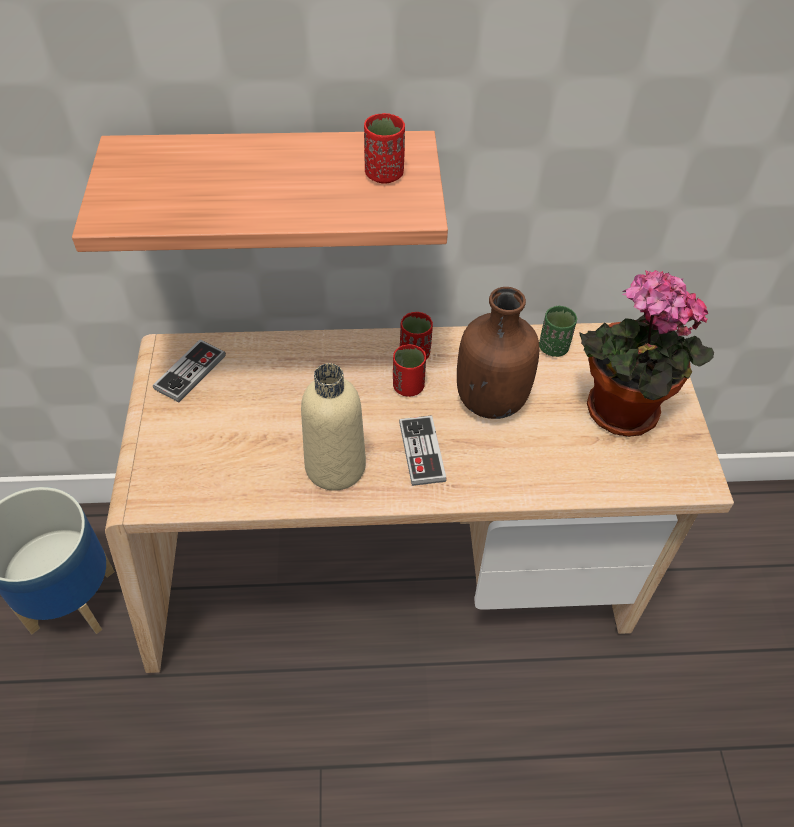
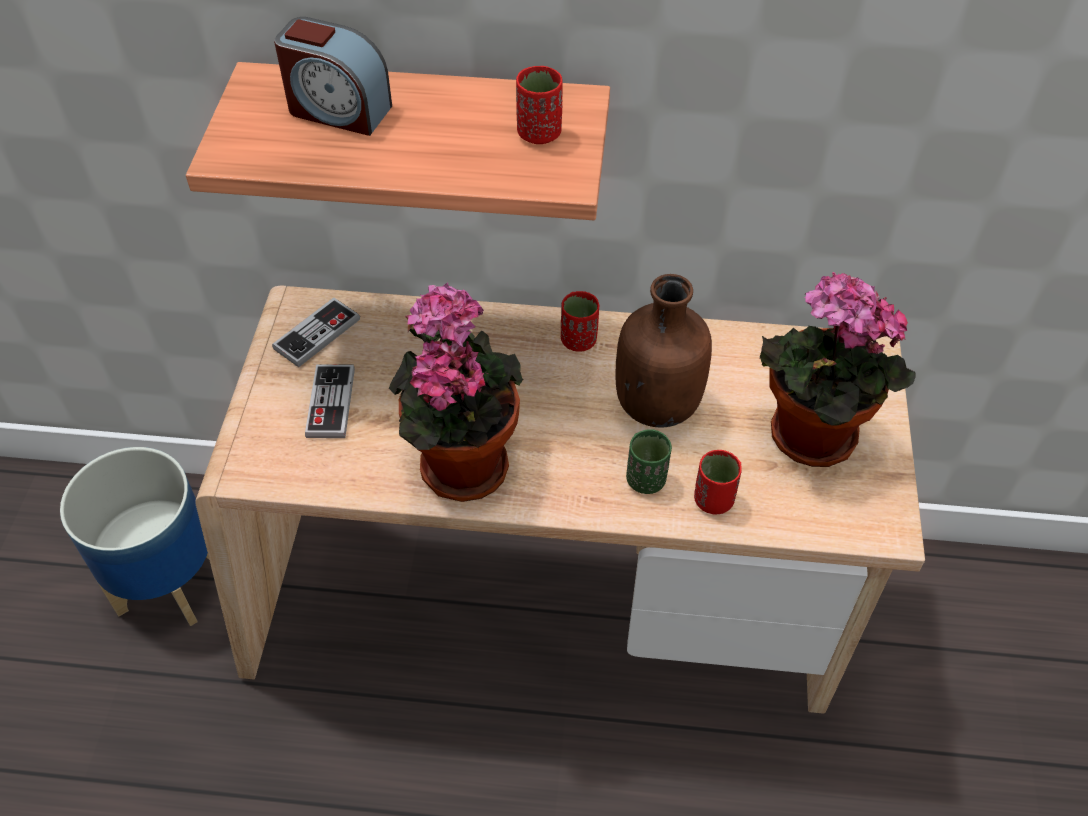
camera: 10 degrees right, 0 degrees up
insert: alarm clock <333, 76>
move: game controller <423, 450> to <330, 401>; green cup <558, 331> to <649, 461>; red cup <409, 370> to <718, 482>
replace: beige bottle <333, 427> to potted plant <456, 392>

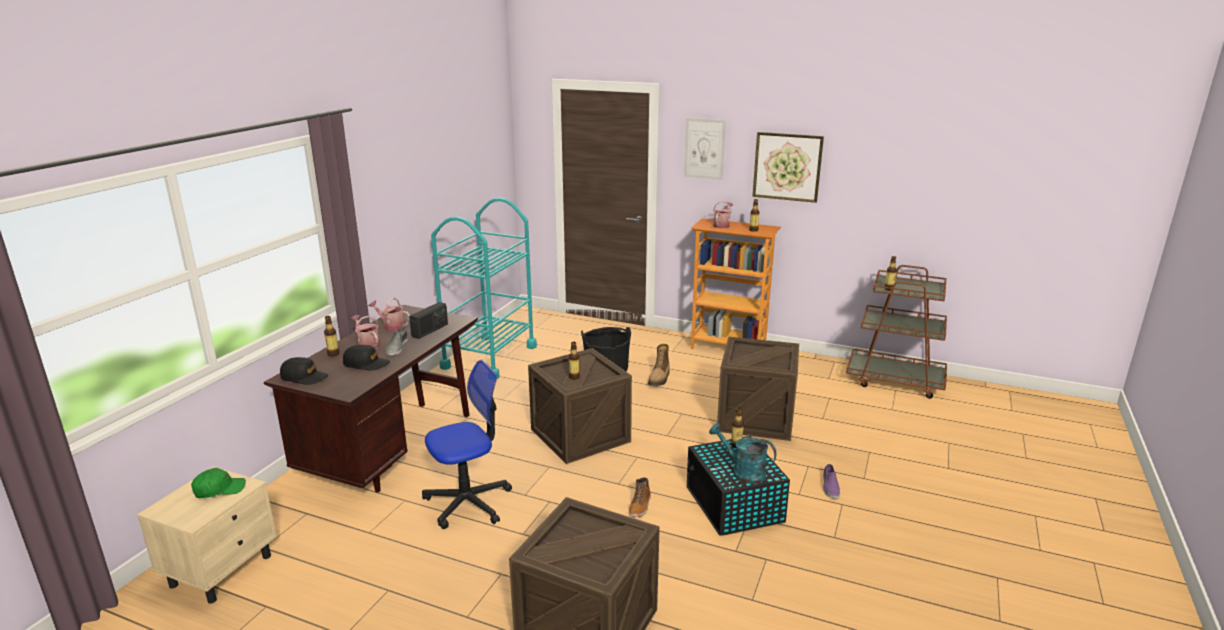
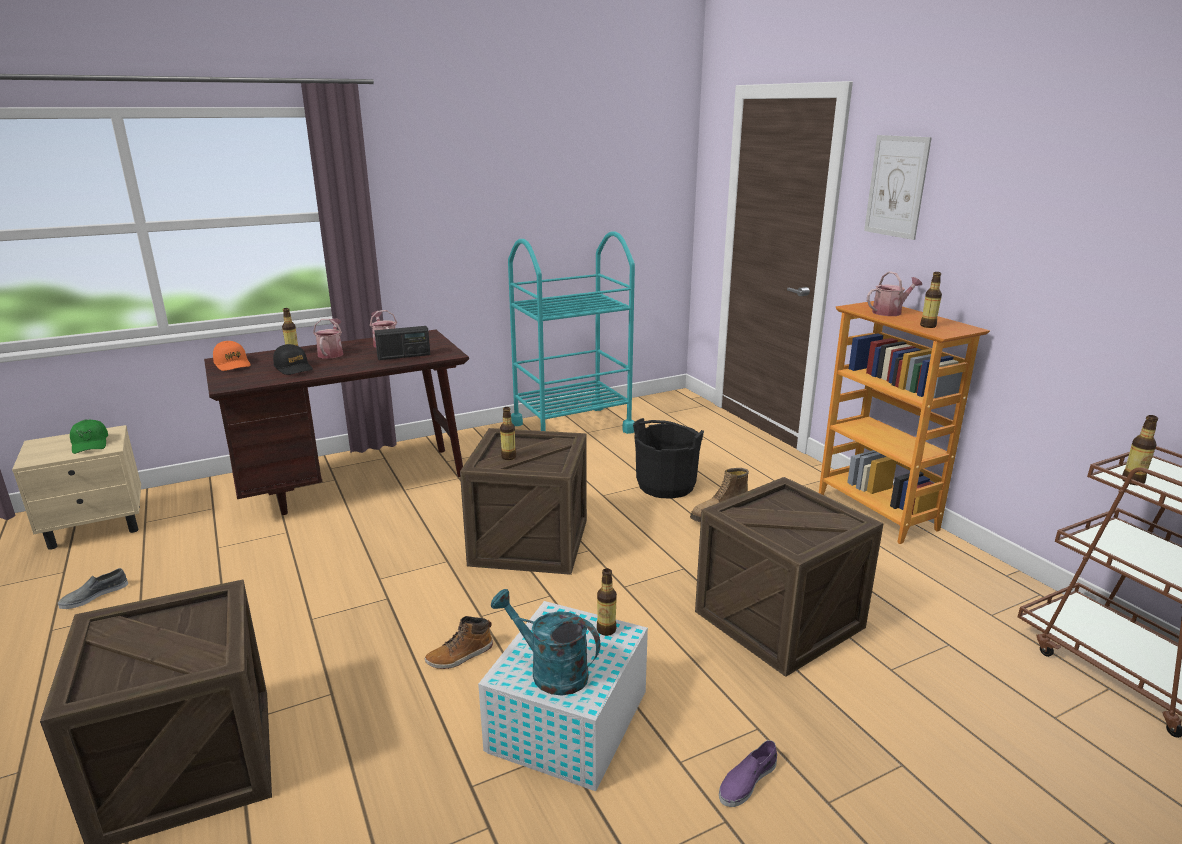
camera: 40 degrees right, 0 degrees up
delete: office chair <467, 444>; picture <788, 167>
move: grey shoe <397, 341> to <93, 588>
recolor: black cap <304, 371> to orange cap <231, 356>; black storage box <738, 486> to white storage box <563, 696>
rotate: green cap <218, 483> = <89, 437> 45 degrees clockwise; turquoise watering can <742, 453> = <545, 642> 45 degrees counterclockwise

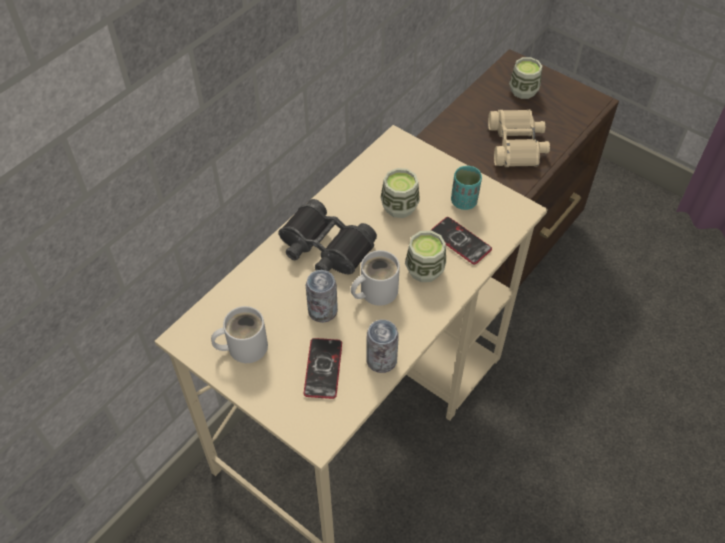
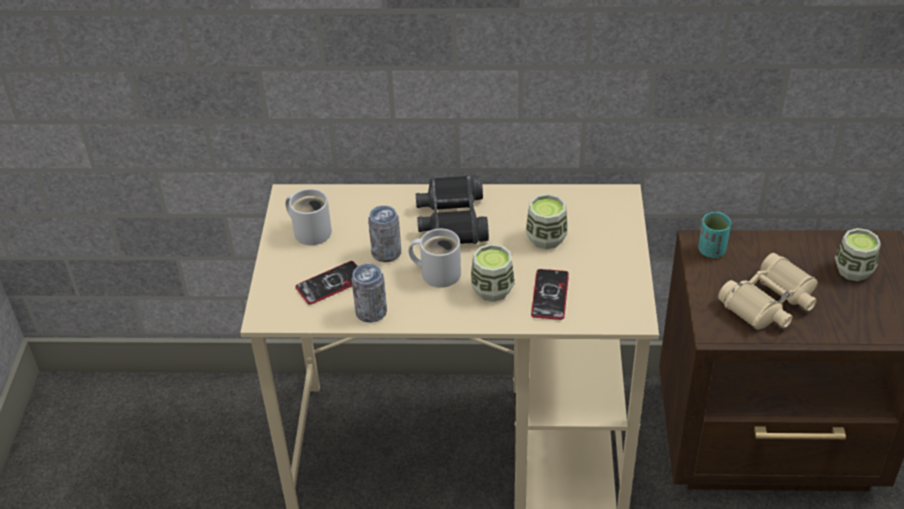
camera: 55 degrees right, 10 degrees down
move: turquoise cup <466, 188> to <714, 235>

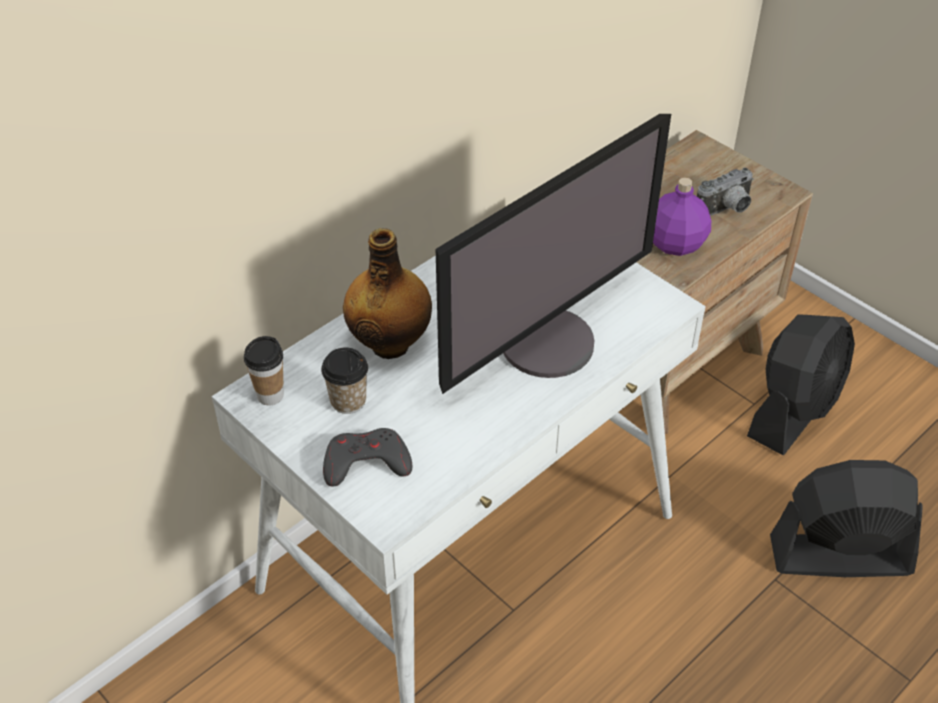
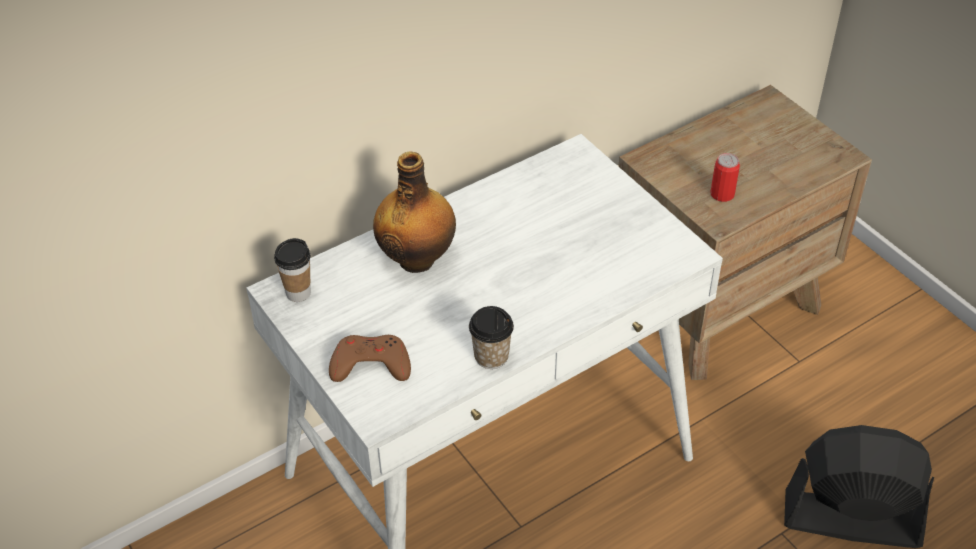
camera: 10 degrees right, 0 degrees up
delete: monitor <553, 254>; photo camera <725, 192>; black fan <801, 384>
move: cup <344, 381> to <491, 337>
replace: purple bottle <682, 217> to can <725, 177>
recolor: grey game controller <367, 457> to brown game controller <370, 358>

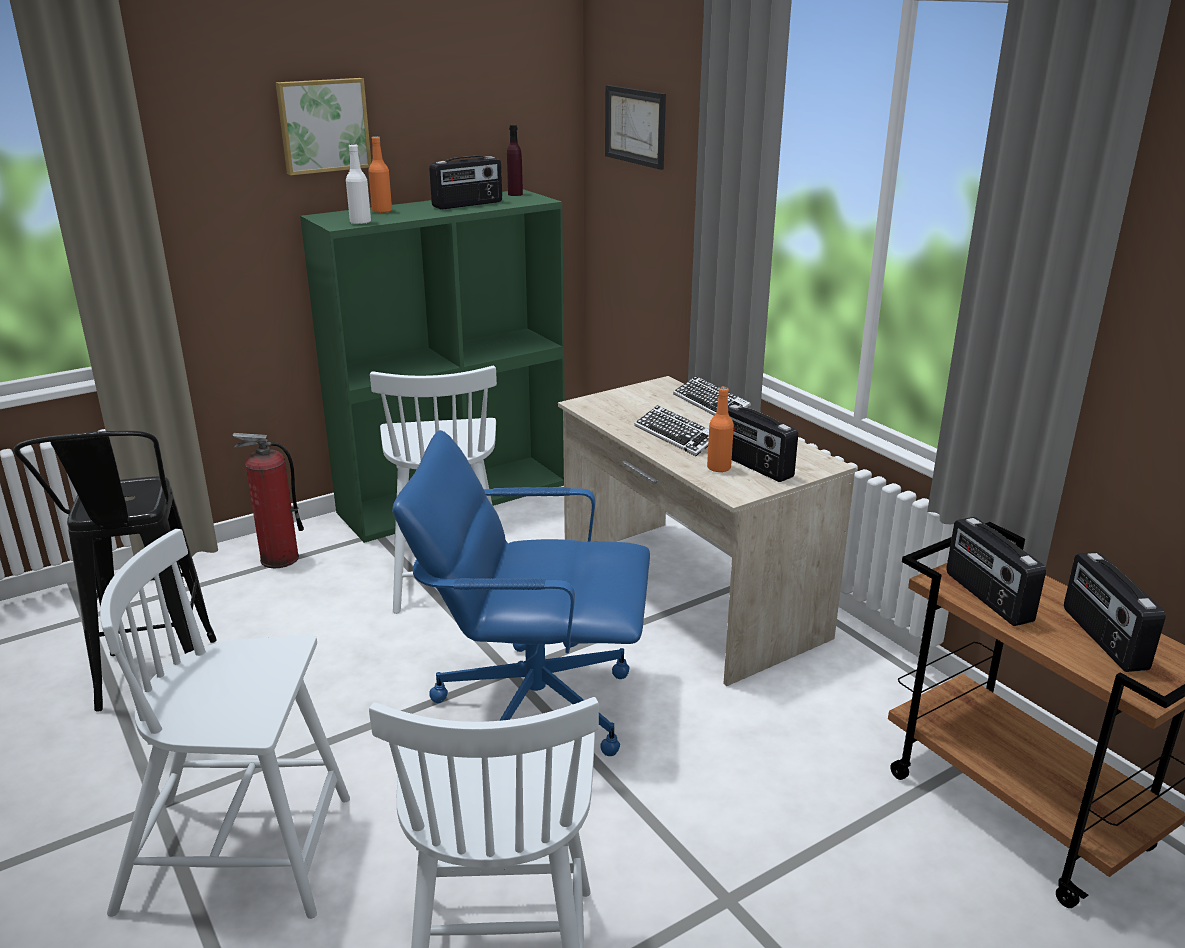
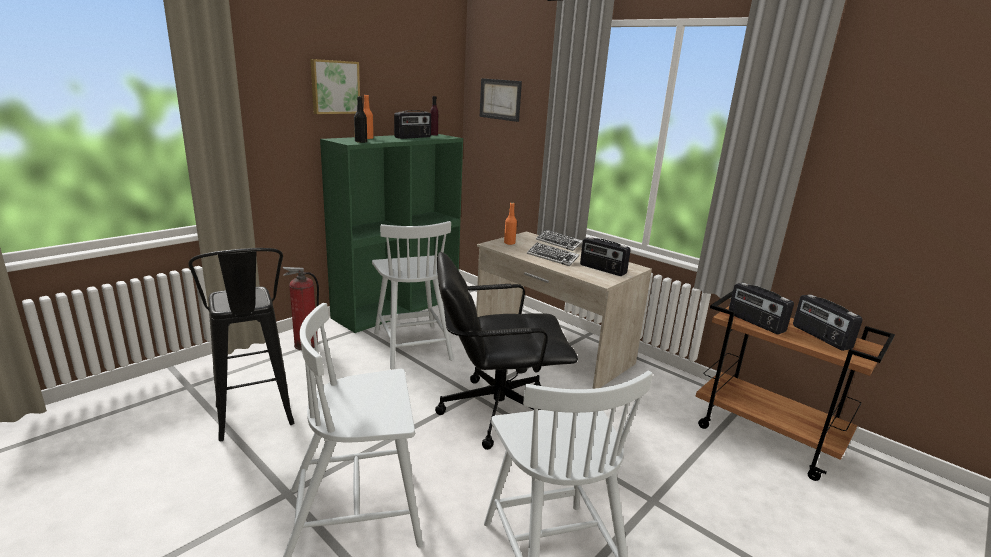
camera: 15 degrees left, 5 degrees down
move: orange bottle <720, 429> to <510, 224>
recolor: white bottle <358, 184> to black bottle <360, 119>; blue office chair <521, 593> to black office chair <506, 351>

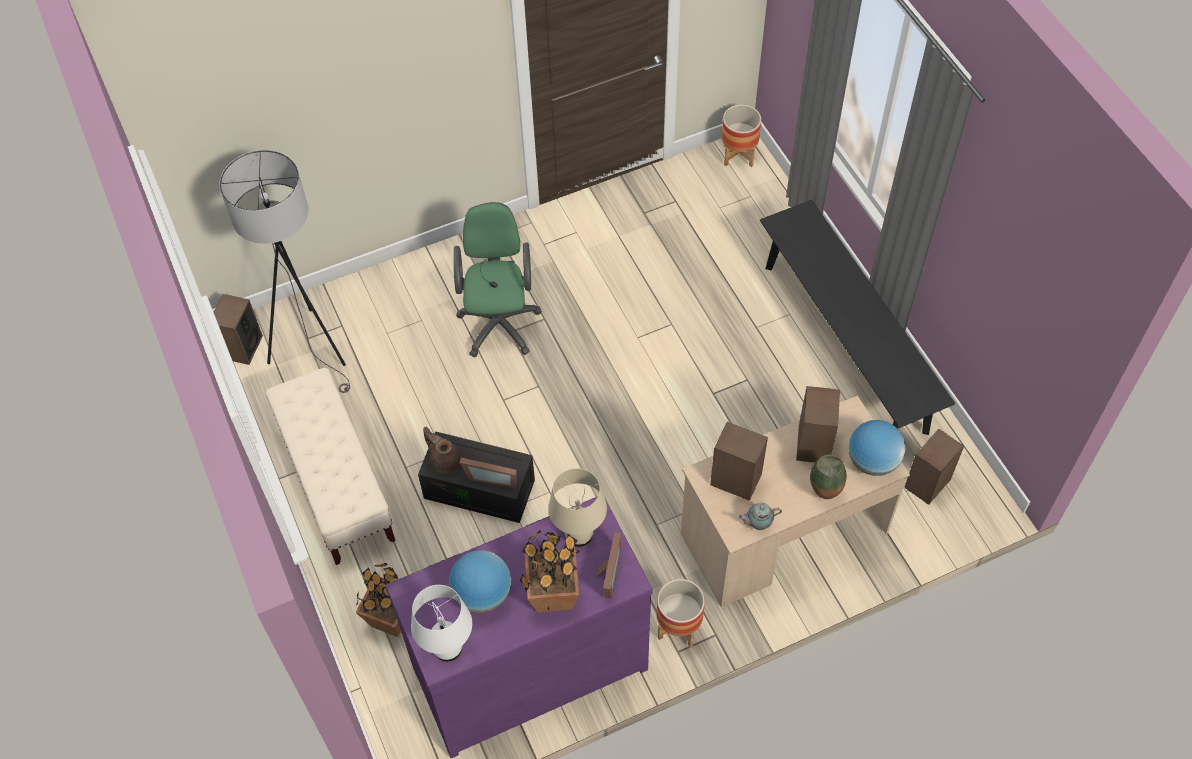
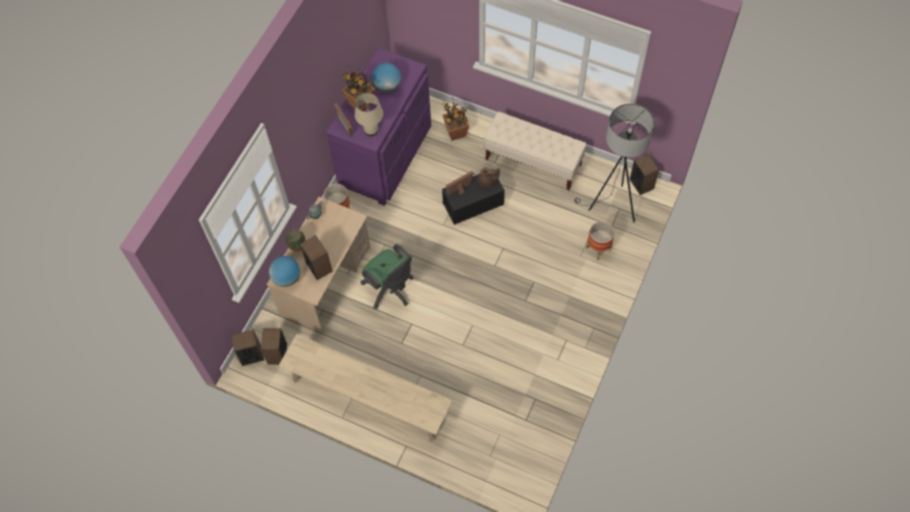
camera: 140 degrees right, 5 degrees up
delete: white table lamp <441, 623>
move: speaker <739, 461> to <247, 347>; green office chair <498, 279> to <387, 276>; planter <741, 136> to <600, 240>
recolor: black bench <857, 317> to beige bench <365, 388>

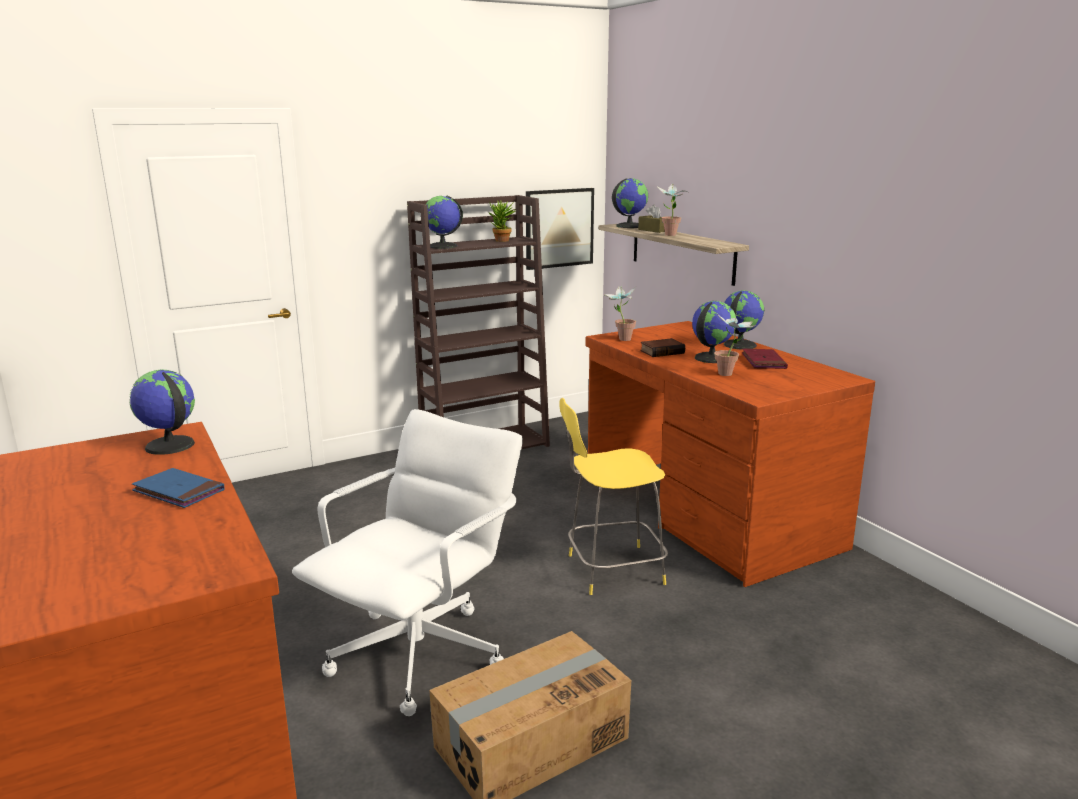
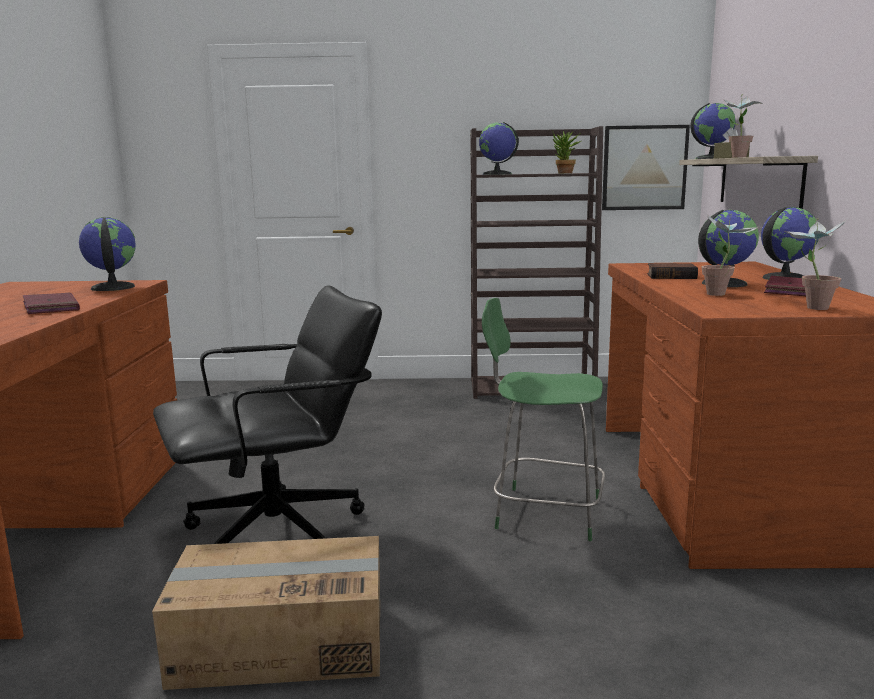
camera: 30 degrees right, 5 degrees down
move: potted plant <619, 313> to <815, 264>
recolor: blue book <178, 488> to red book <51, 303>; white office chair <407, 562> to black office chair <267, 414>; yellow stool <613, 496> to green stool <543, 419>

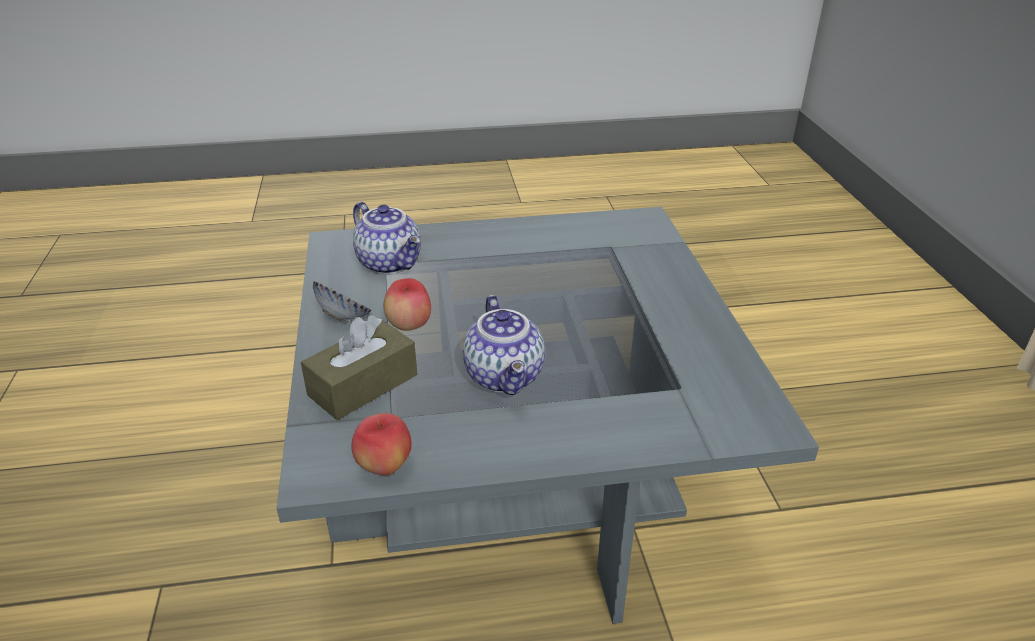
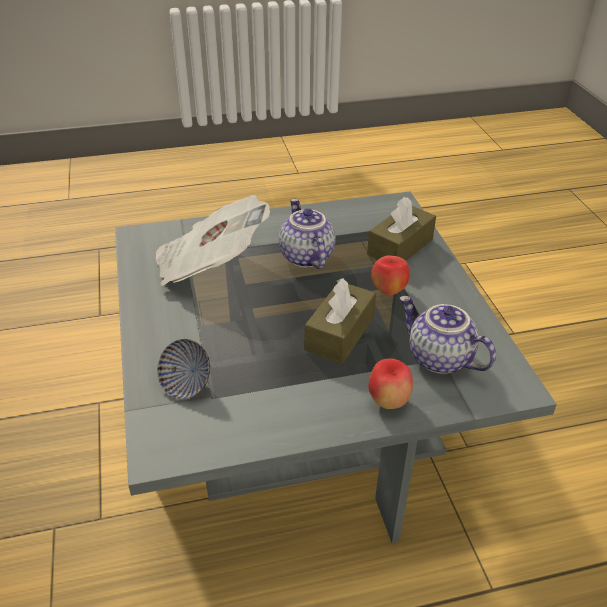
camera: 175 degrees right, 5 degrees up
insert: newspaper <212, 240>; brown tissue box <340, 321>
move: bowl <342, 302> to <183, 369>; apple <381, 444> to <390, 384>

